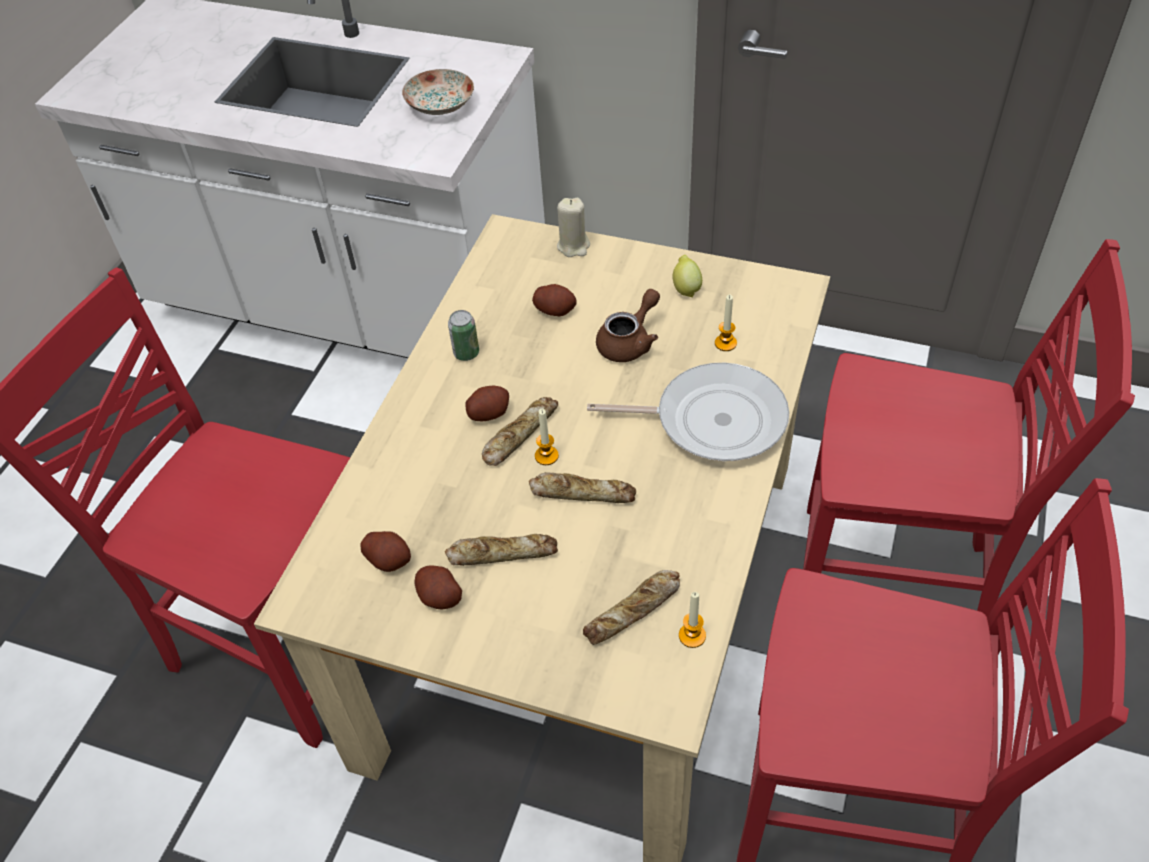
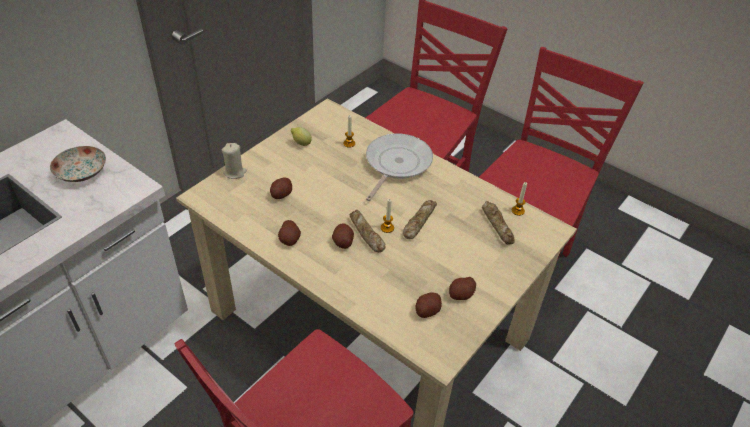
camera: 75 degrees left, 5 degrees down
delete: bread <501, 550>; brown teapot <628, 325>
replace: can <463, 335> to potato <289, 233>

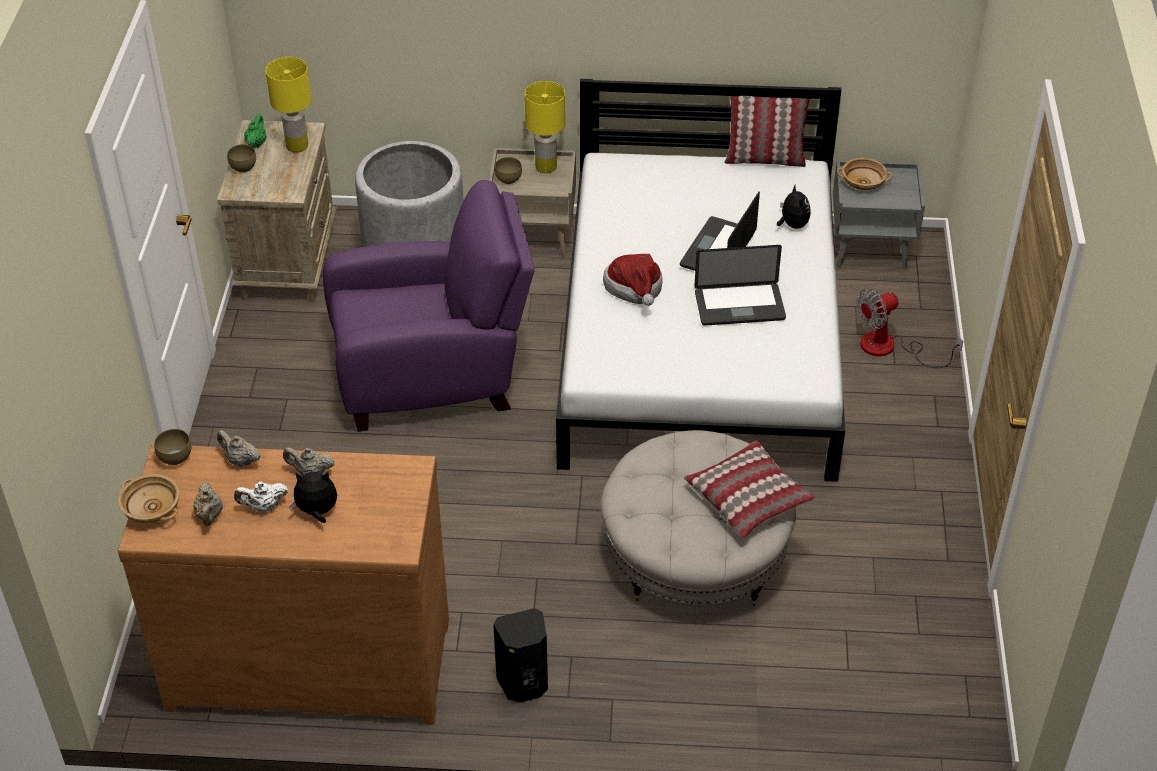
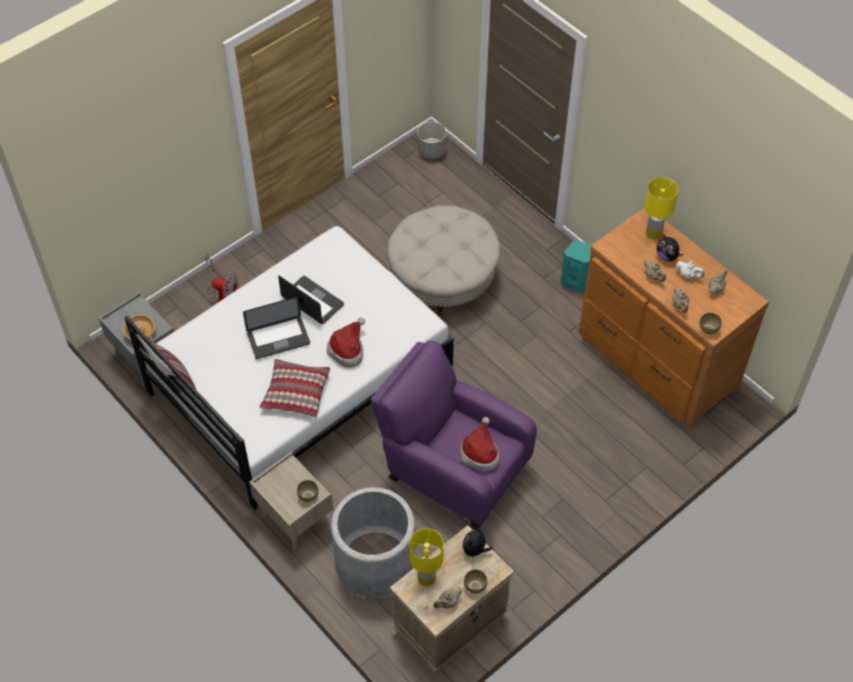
camera: 135 degrees left, 10 degrees up
delete: beige bowl <149, 498>
insert: grey planter <431, 140>; hat <480, 444>
move: pillow <749, 489> to <294, 388>; plush toy <794, 207> to <478, 544>; yellow table lamp <545, 127> to <661, 208>
recolor: green teapot <255, 131> to beige teapot <447, 597>; black speaker <520, 655> to turquoise speaker <575, 267>

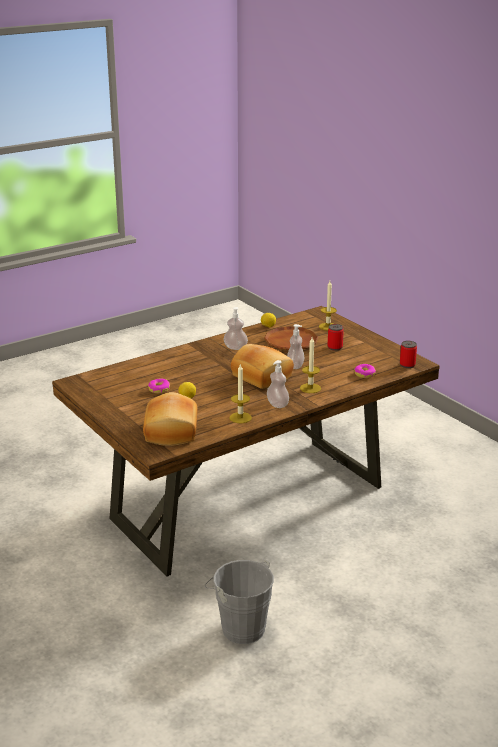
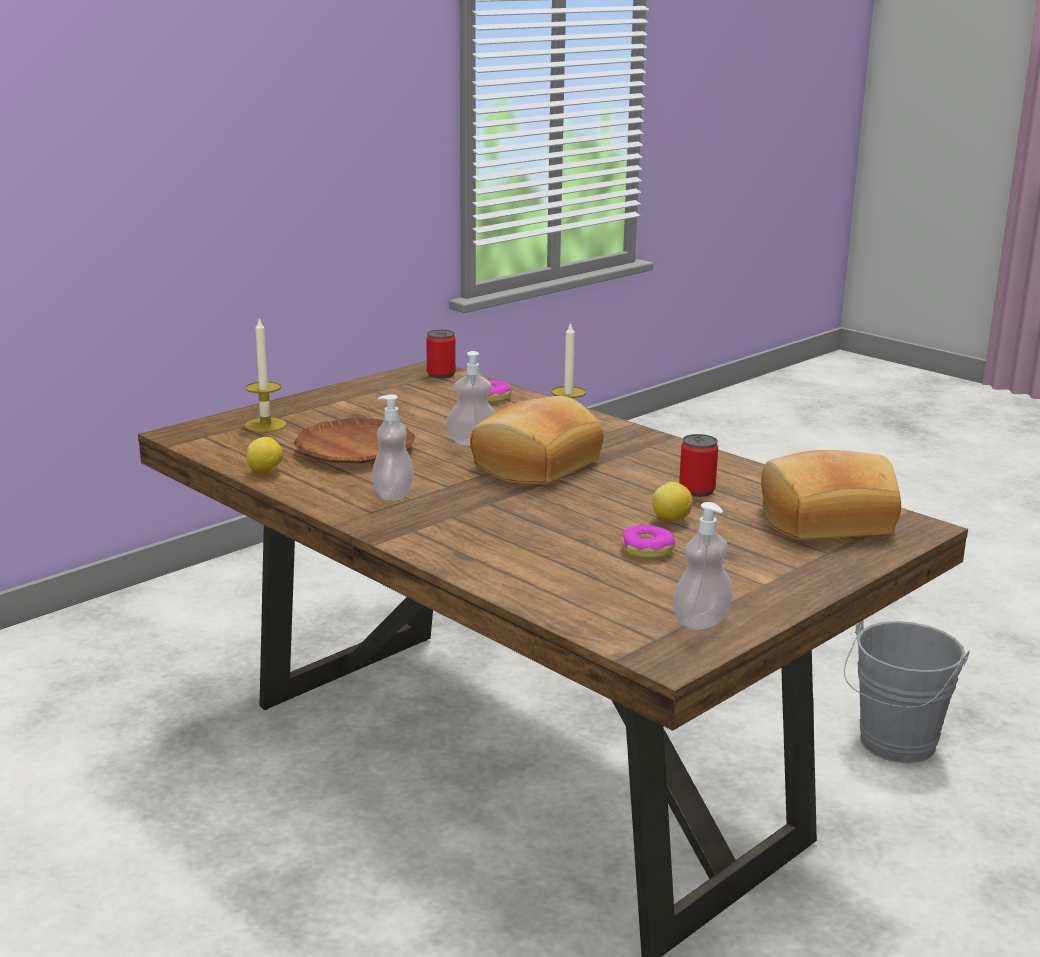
camera: 100 degrees left, 5 degrees down
delete: candle <240, 393>
move: soap dispenser <278, 384> to <703, 566>; can <336, 337> to <698, 465>

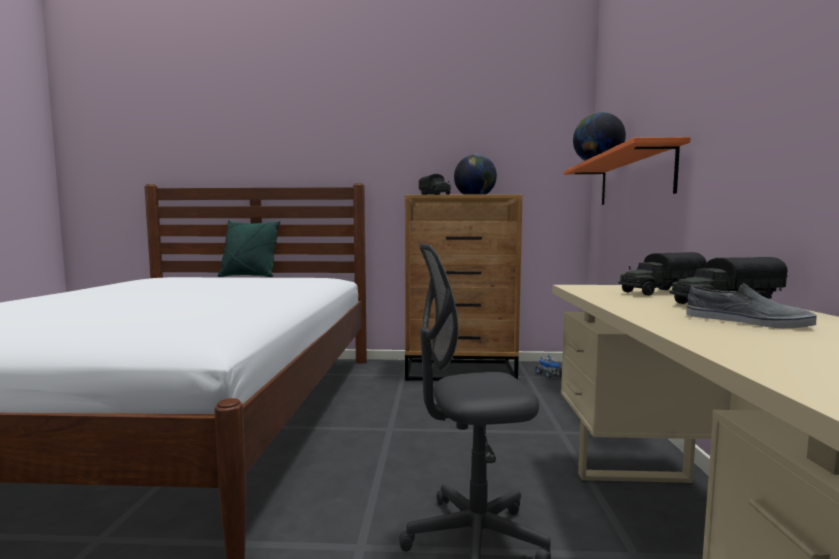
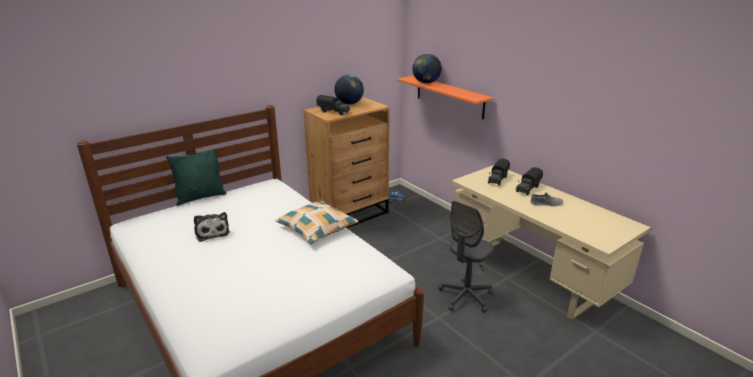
camera: 40 degrees left, 20 degrees up
insert: plush toy <212, 227>; pillow <317, 222>

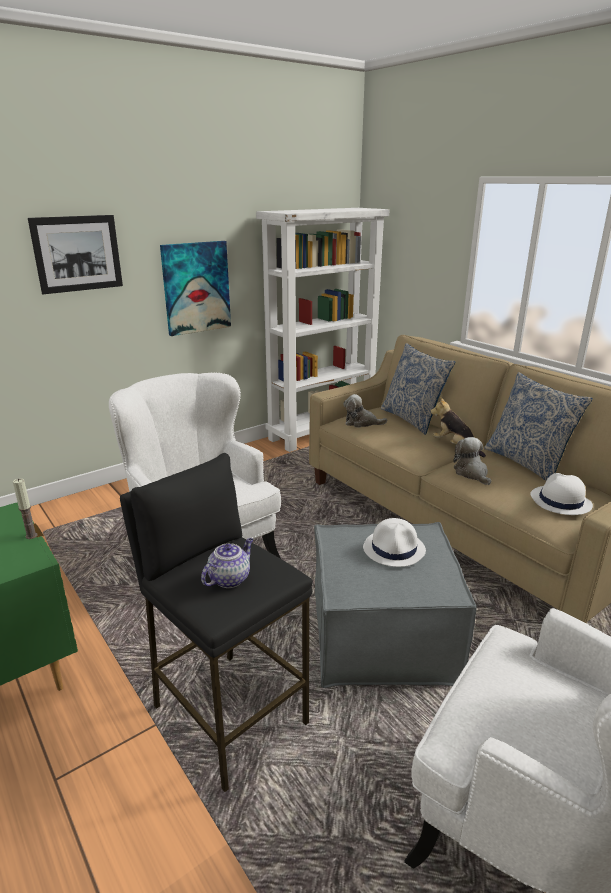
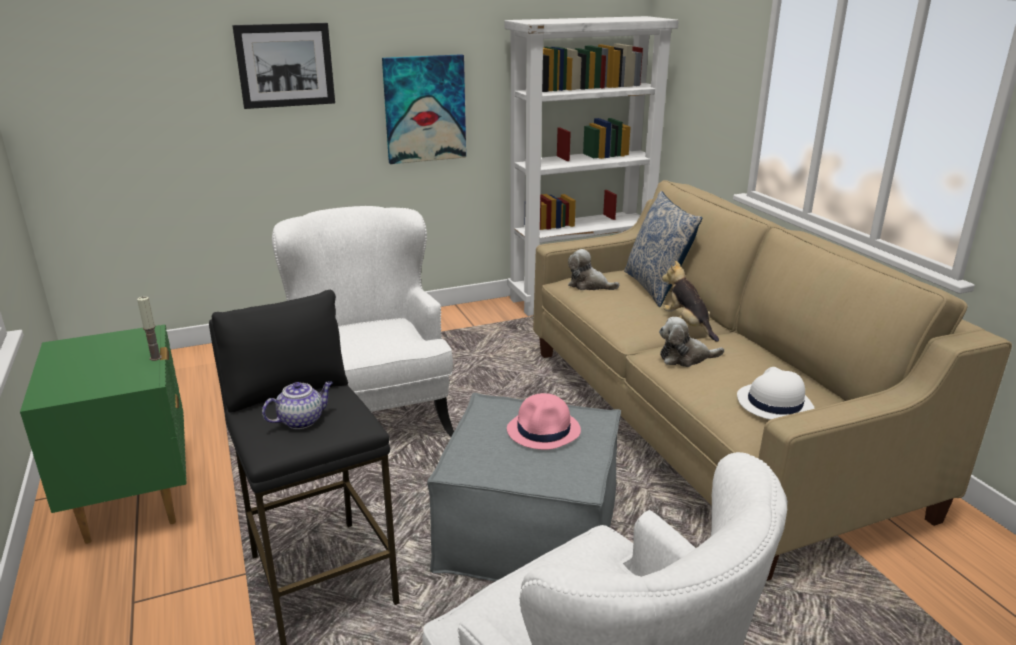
camera: 15 degrees right, 0 degrees up
delete: pillow <538, 426>
recolor: white hat <394, 542> to pink hat <544, 421>
rotate: plush toy <472, 461> = <691, 342> 90 degrees counterclockwise

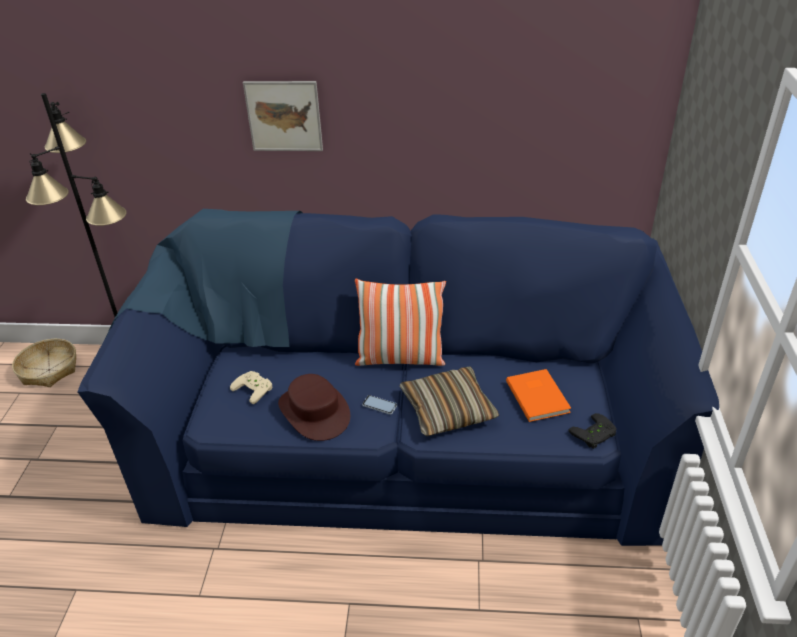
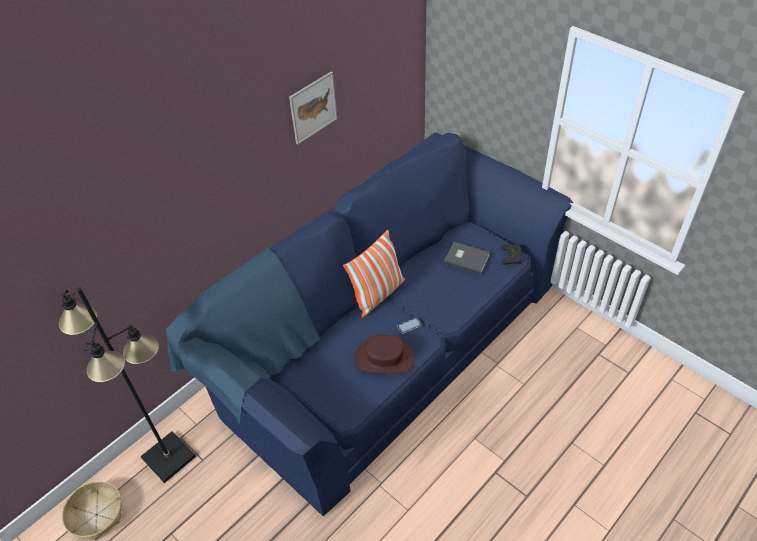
camera: 50 degrees left, 10 degrees up
delete: beige game controller <251, 387>; pillow <449, 401>
move: picture <283, 116> to <313, 108>
recolor: orange book <538, 395> to grey book <467, 258>

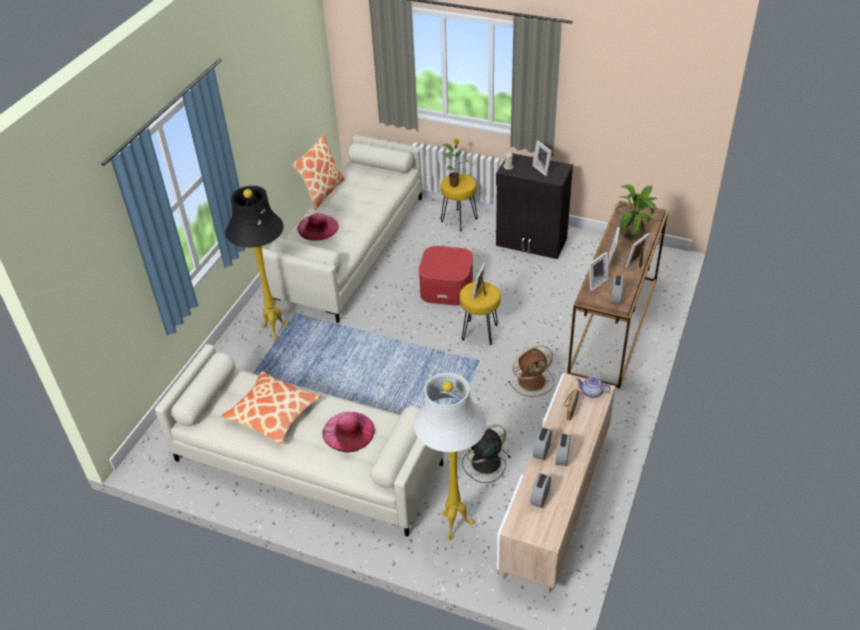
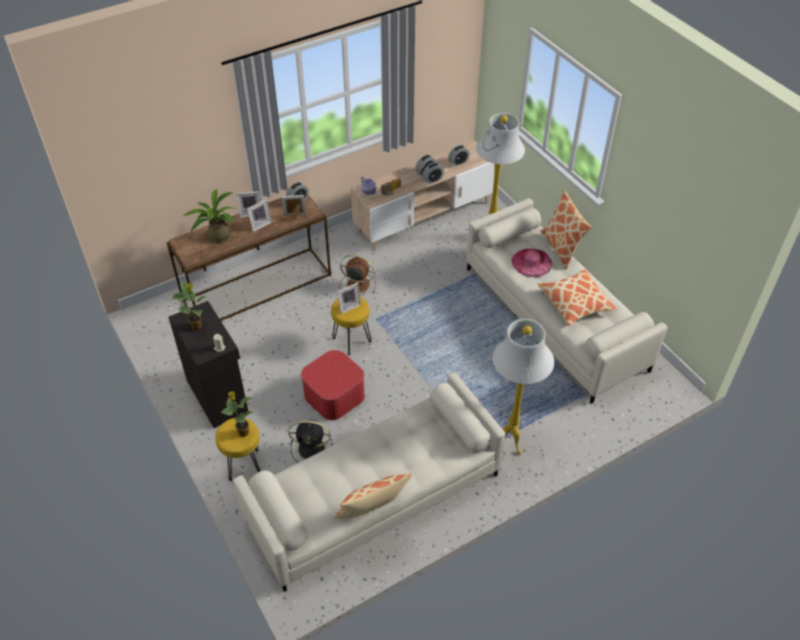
camera: 145 degrees left, 5 degrees up
delete: pink hat <318, 227>
insert: pillow <566, 229>
move: black fan <486, 453> to <310, 441>
replace: picture frame <542, 158> to potted plant <189, 305>
recolor: black floor lamp <257, 263> to white floor lamp <523, 387>

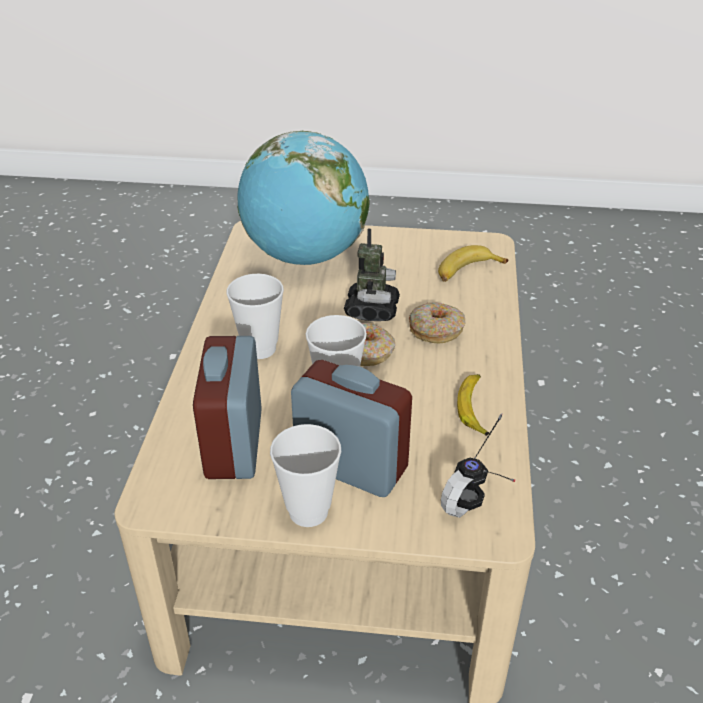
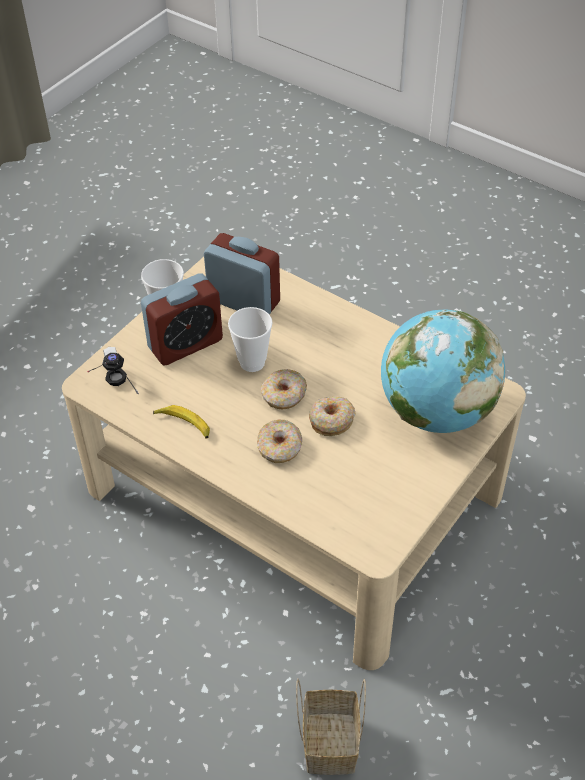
camera: 120 degrees right, 10 degrees up
delete: cup <255, 316>; banana <473, 263>
insert: basket <331, 727>
replace: toy robot <372, 274> to donut <332, 416>

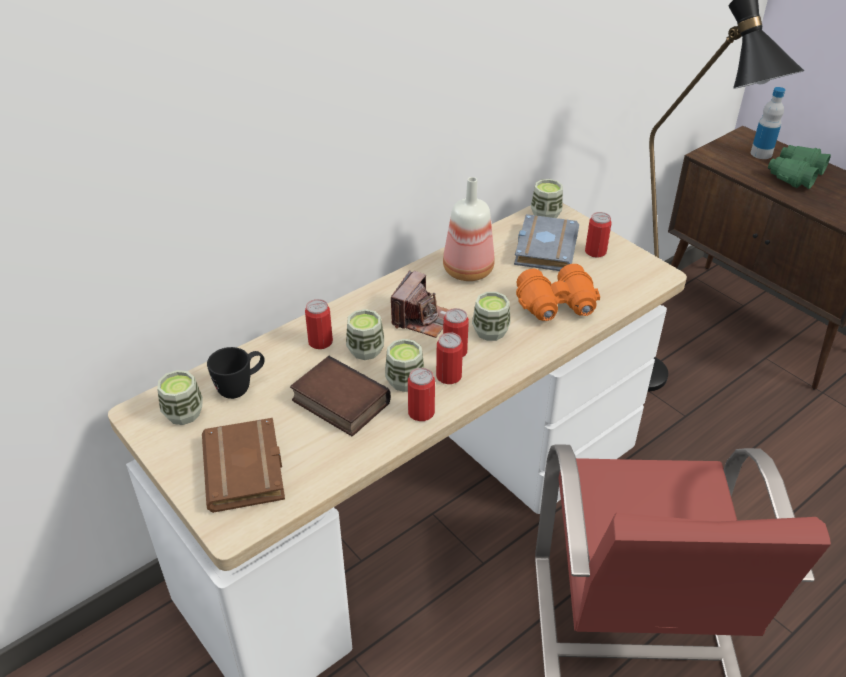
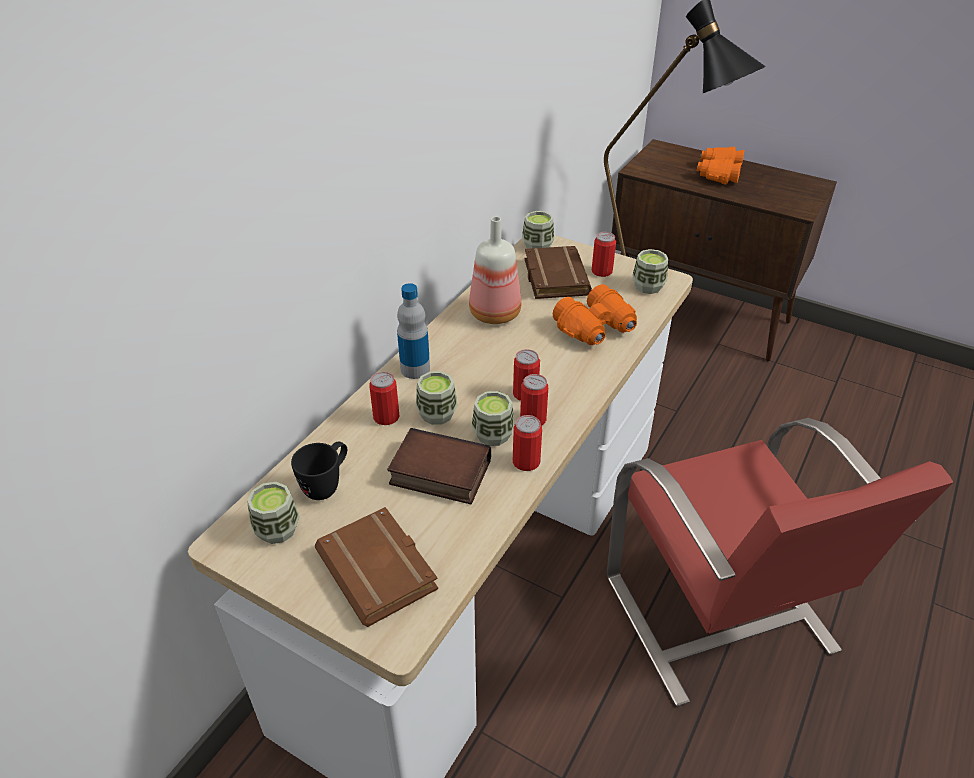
camera: 20 degrees left, 0 degrees up
delete: photo camera <420, 304>
move: bottle <768, 123> to <413, 331>; cup <491, 316> to <650, 271>
recolor: grey book <546, 242> to brown book <558, 272>; green binoculars <799, 167> to orange binoculars <720, 165>

